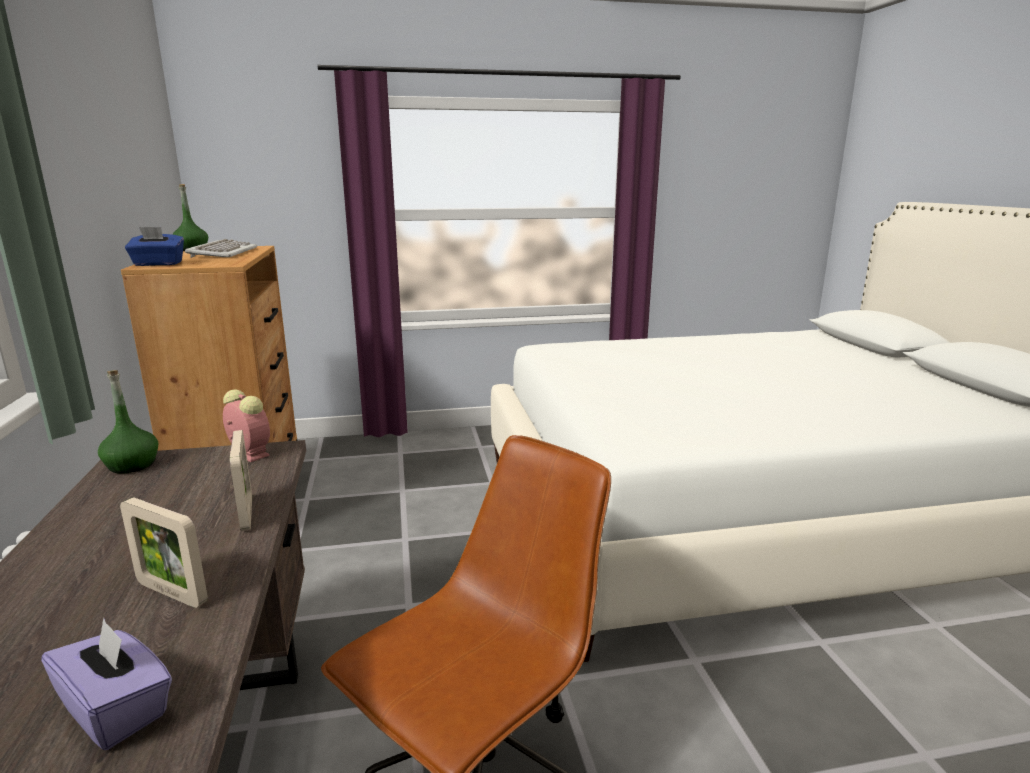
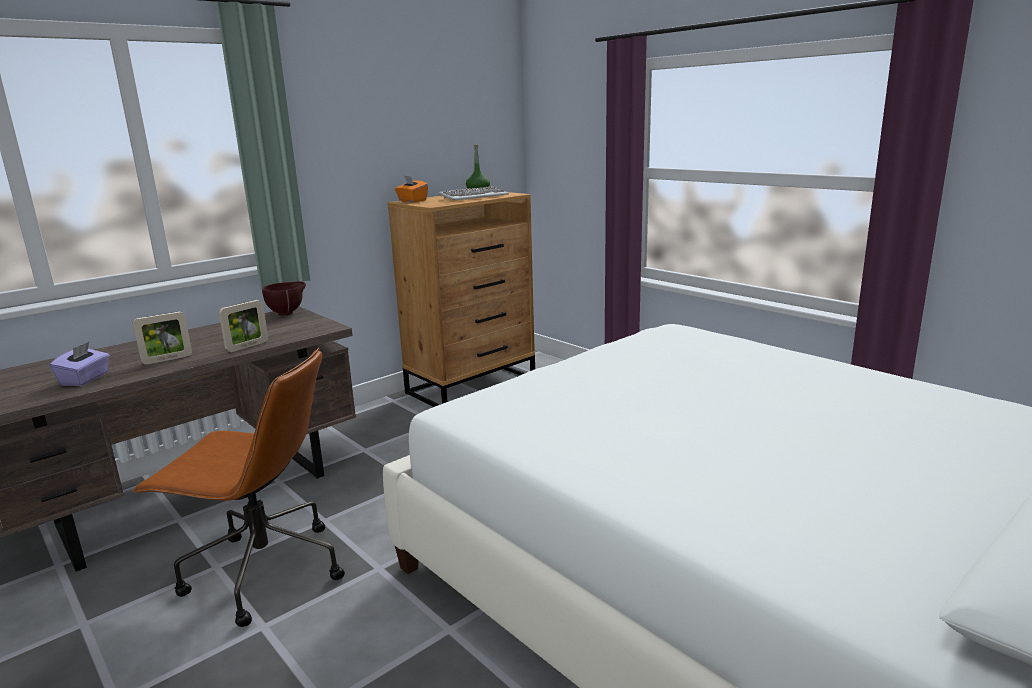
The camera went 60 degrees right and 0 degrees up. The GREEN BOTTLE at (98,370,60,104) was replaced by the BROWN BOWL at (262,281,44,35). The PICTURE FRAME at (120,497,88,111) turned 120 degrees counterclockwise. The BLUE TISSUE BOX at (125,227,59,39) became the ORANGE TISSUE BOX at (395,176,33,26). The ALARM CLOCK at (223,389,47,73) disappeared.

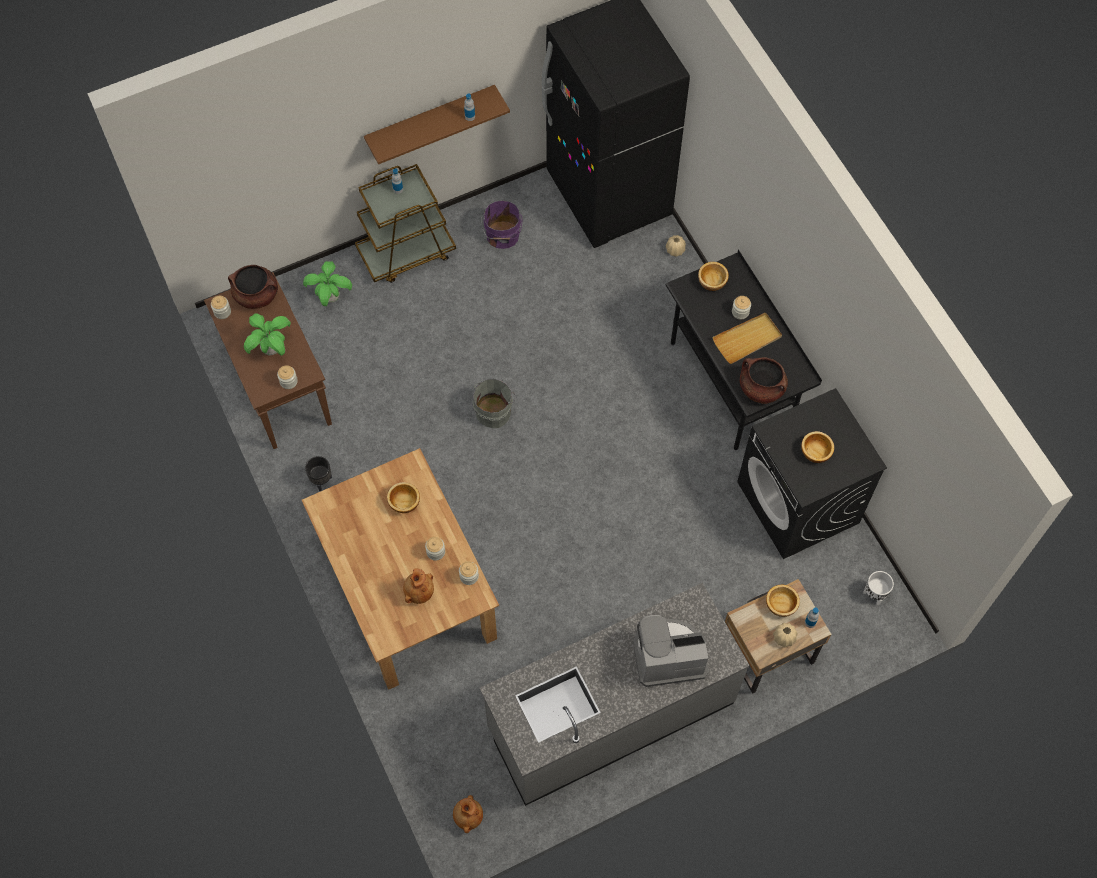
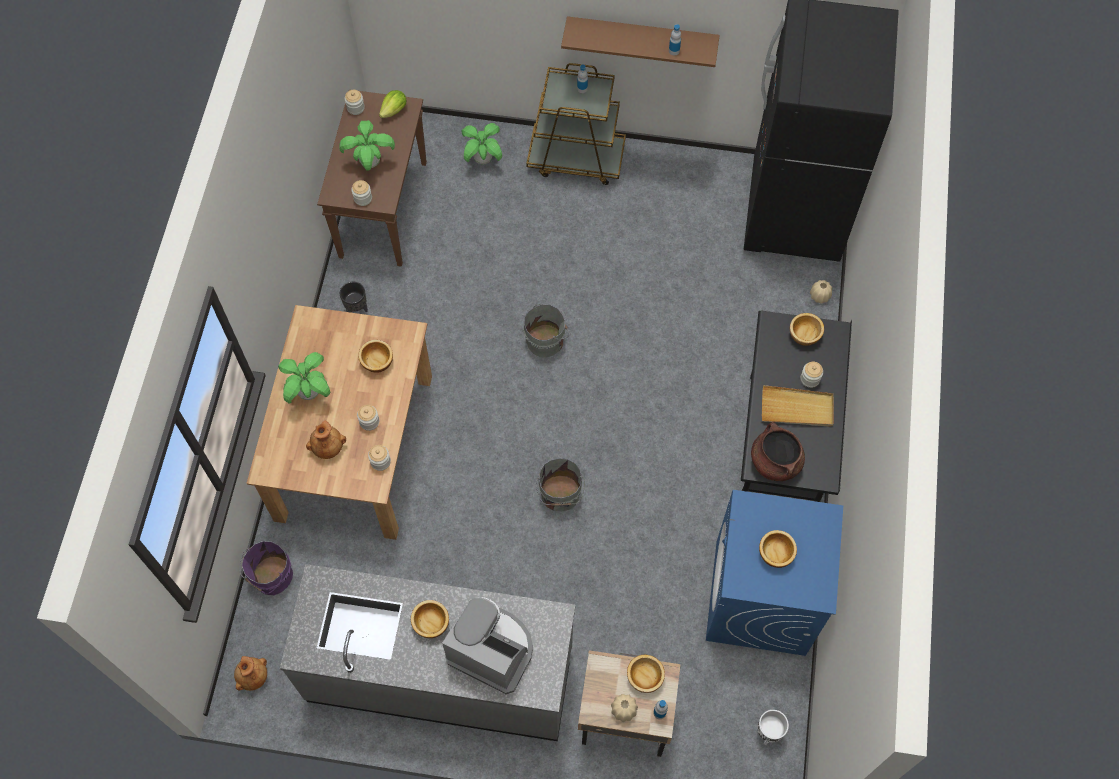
The camera went 35 degrees right and 0 degrees up. The BROWN COOKING POT at (228,265,50,44) was replaced by the LETTUCE at (379,90,28,28). The PURPLE BUCKET moved from (481,200,41,49) to (240,541,53,54). The BLACK WASHING MACHINE at (737,388,150,171) became the BLUE WASHING MACHINE at (706,490,137,166). The POTTED PLANT at (278,352,52,52) appeared. The BOWL at (411,600,38,38) appeared. The GREY BUCKET at (536,458,49,54) appeared.

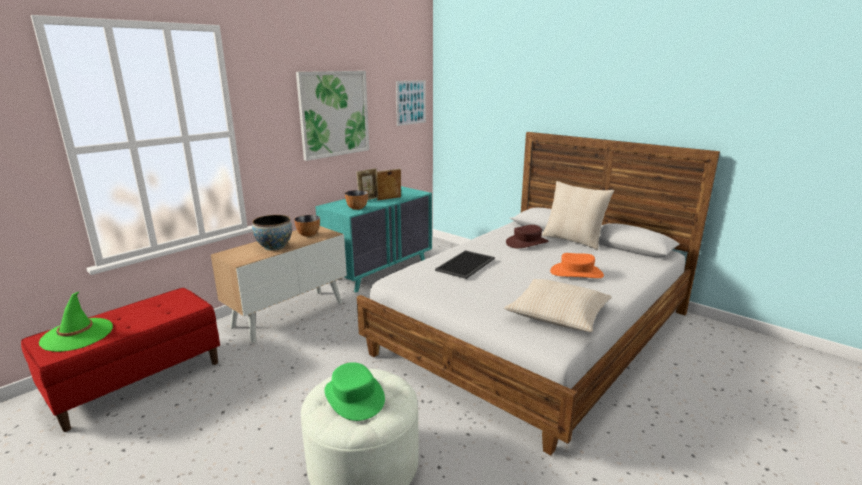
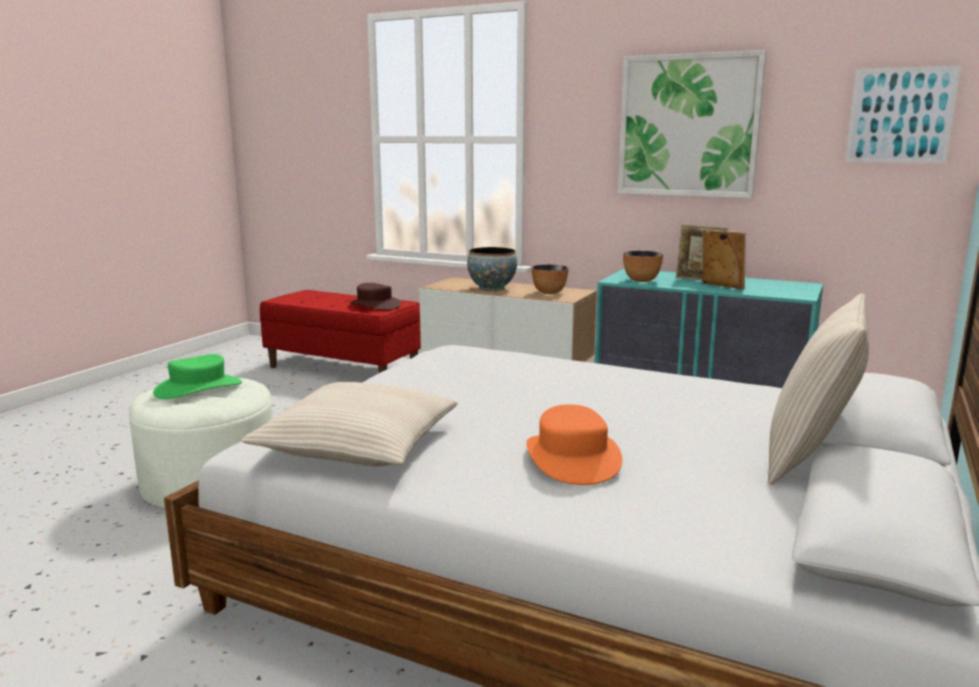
The camera went 75 degrees right and 5 degrees down. The GREEN HAT at (39,291,74,61) disappeared. The TRAY at (435,250,60,29) disappeared. The BROWN HAT moved from (506,225,42,23) to (350,283,51,27).

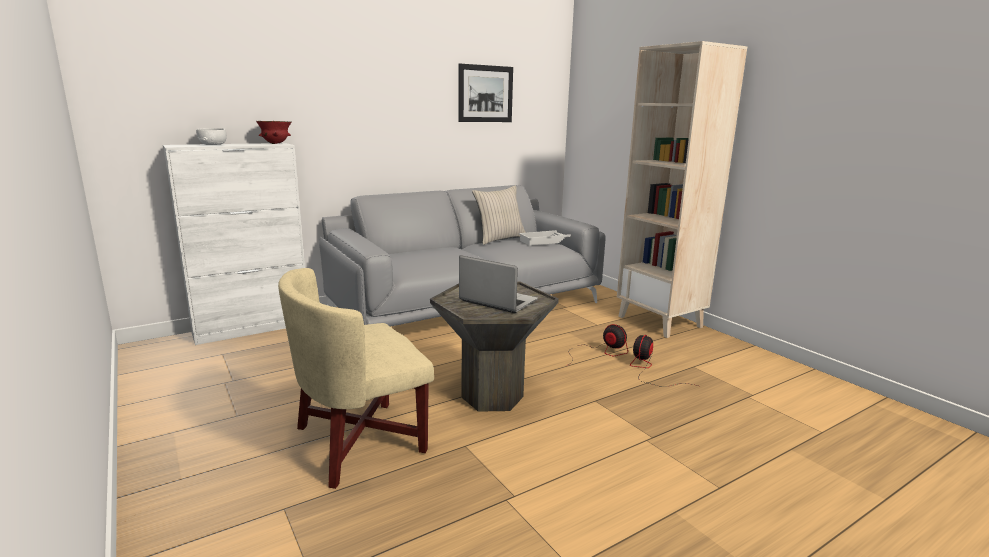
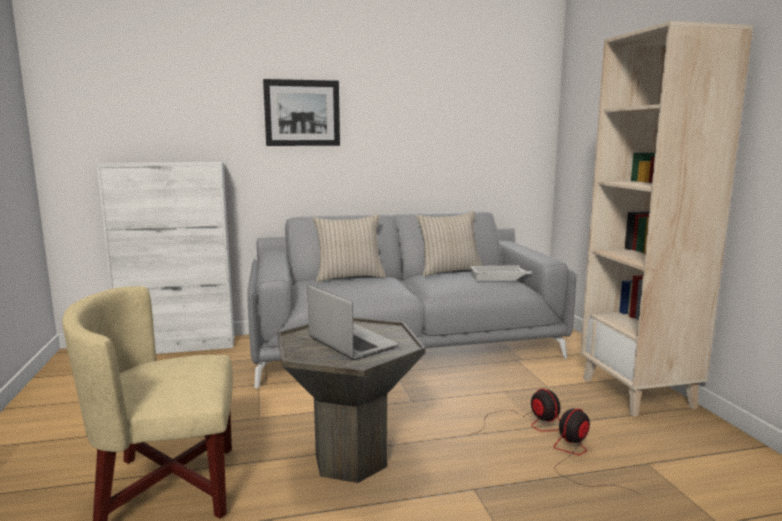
The camera went 20 degrees right and 5 degrees down. The WHITE BOWL at (196,128,31,17) disappeared. The RED BOWL at (256,121,36,23) disappeared. The PICTURE moved from (458,64,55,58) to (263,79,77,67). The BEIGE PILLOW at (313,214,73,68) appeared.

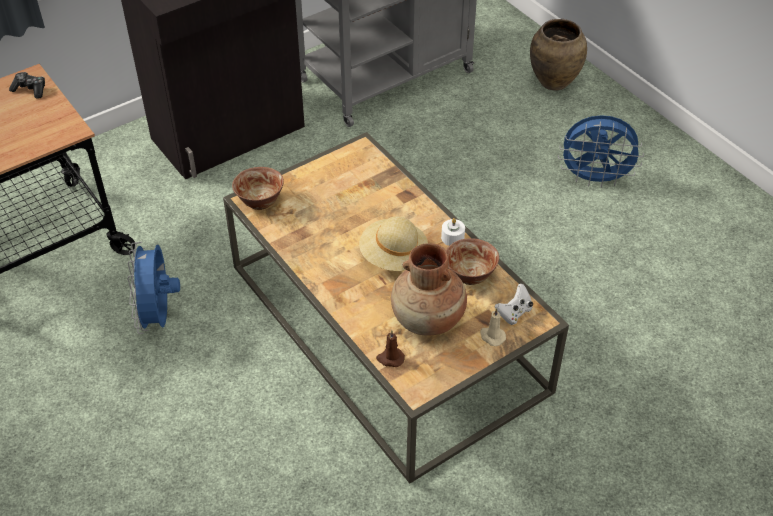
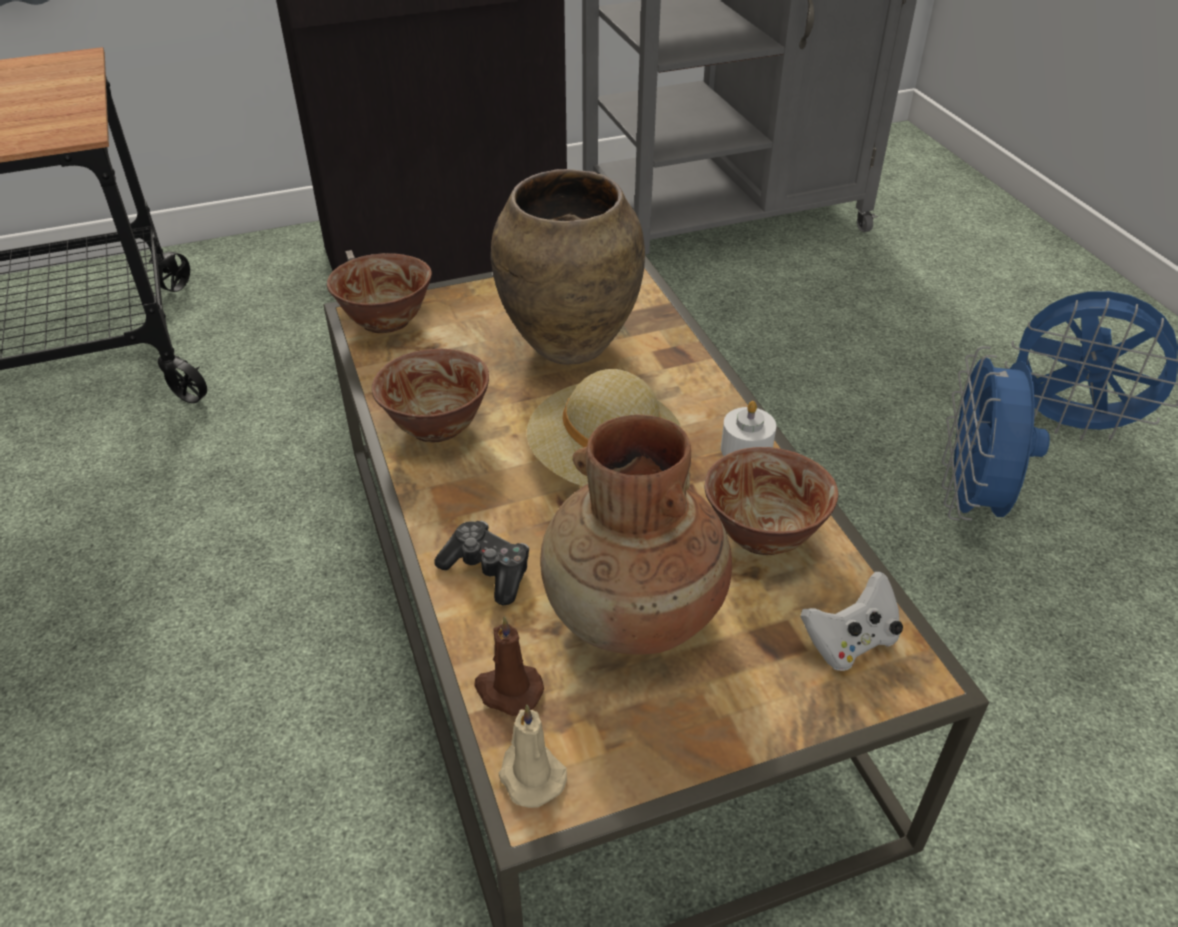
The camera went 15 degrees right and 5 degrees down. The GAME CONTROLLER moved from (9,72,36,27) to (435,520,94,86). The BLUE FAN moved from (127,242,53,92) to (942,346,108,175). The BEIGE CANDLE moved from (480,308,26,38) to (498,704,69,104). The BROWN VASE moved from (530,19,57,72) to (491,169,154,196). The BOWL at (372,349,117,94) appeared.

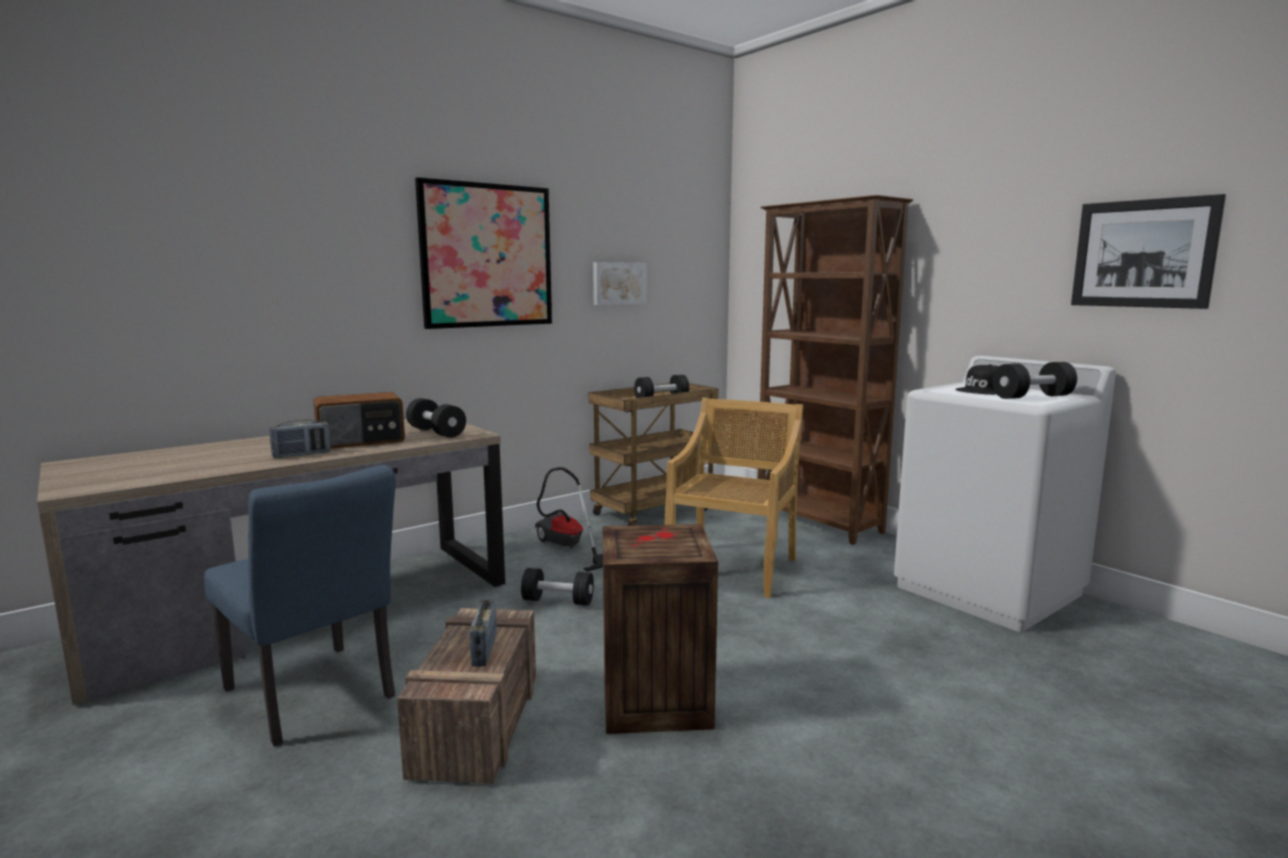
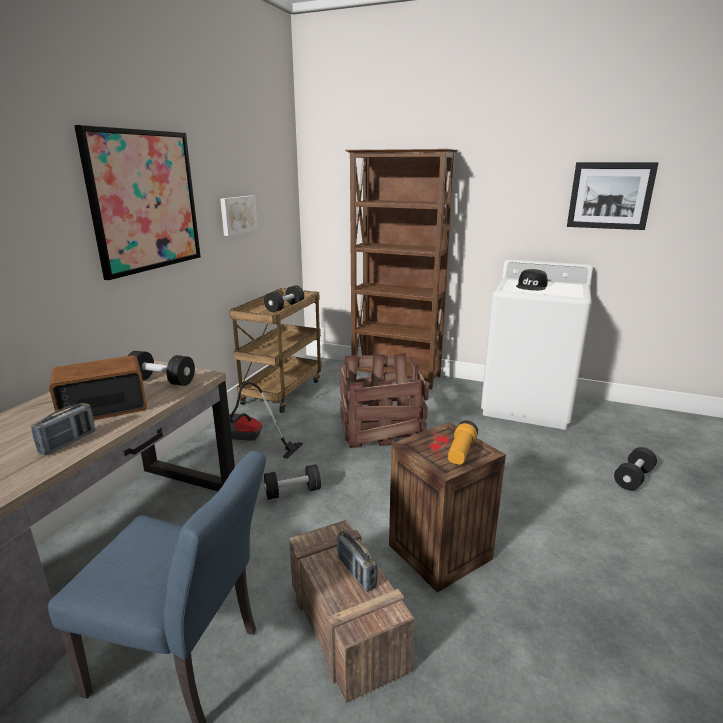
The camera went 30 degrees left and 10 degrees up. The RADIO at (313,392,92,57) turned 150 degrees counterclockwise. The BEIGE CHAIR at (665,398,138,200) was replaced by the CRATE at (340,353,89,95). The BLACK DUMBBELL moved from (993,362,84,37) to (614,447,43,43). The FLASHLIGHT at (448,420,30,45) appeared.

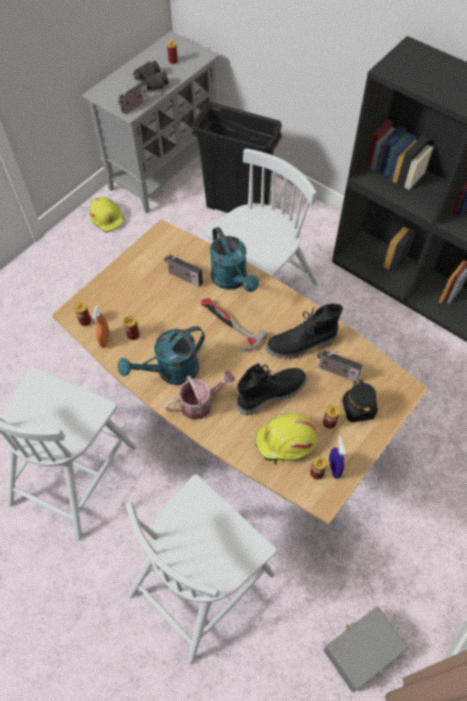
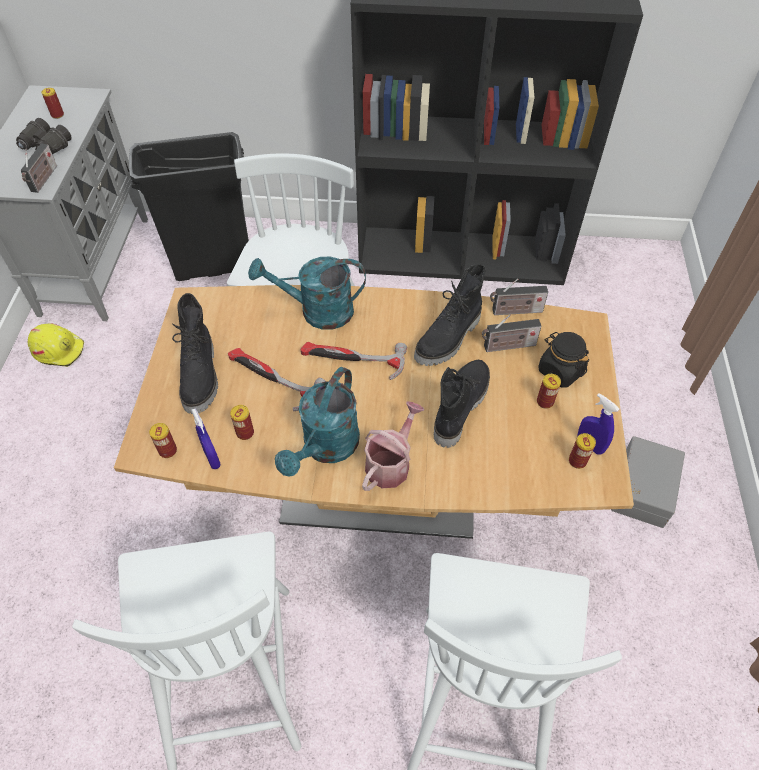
The camera went 35 degrees left and 5 degrees down. The ORANGE SPRAY BOTTLE at (92,305,18,43) became the BLUE SPRAY BOTTLE at (191,408,30,61). The RADIO moved from (165,254,38,33) to (490,278,58,37). The TURQUOISE WATERING CAN at (210,227,49,65) turned 150 degrees clockwise. The YELLOW HARD HAT at (255,413,63,52) disappeared. The GREY STORAGE BOX moved from (324,607,85,85) to (611,436,74,92). The BLACK BOOT at (172,293,46,121) appeared. The HAMMER at (228,348,97,63) appeared.

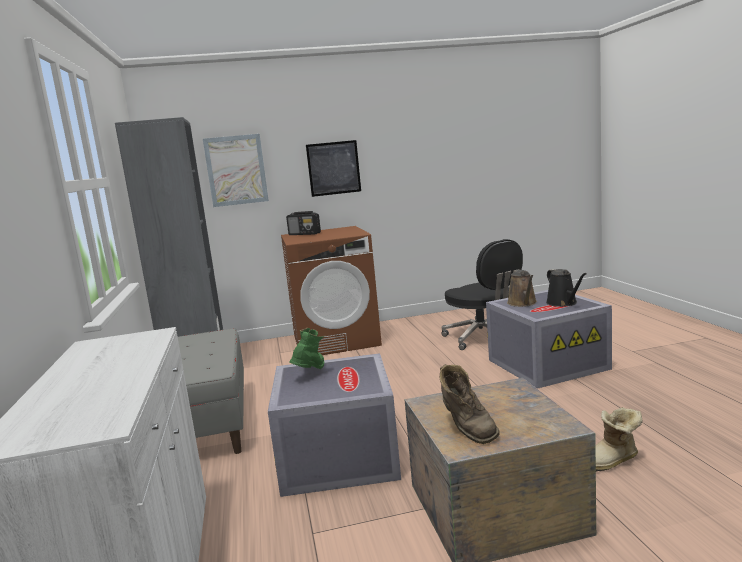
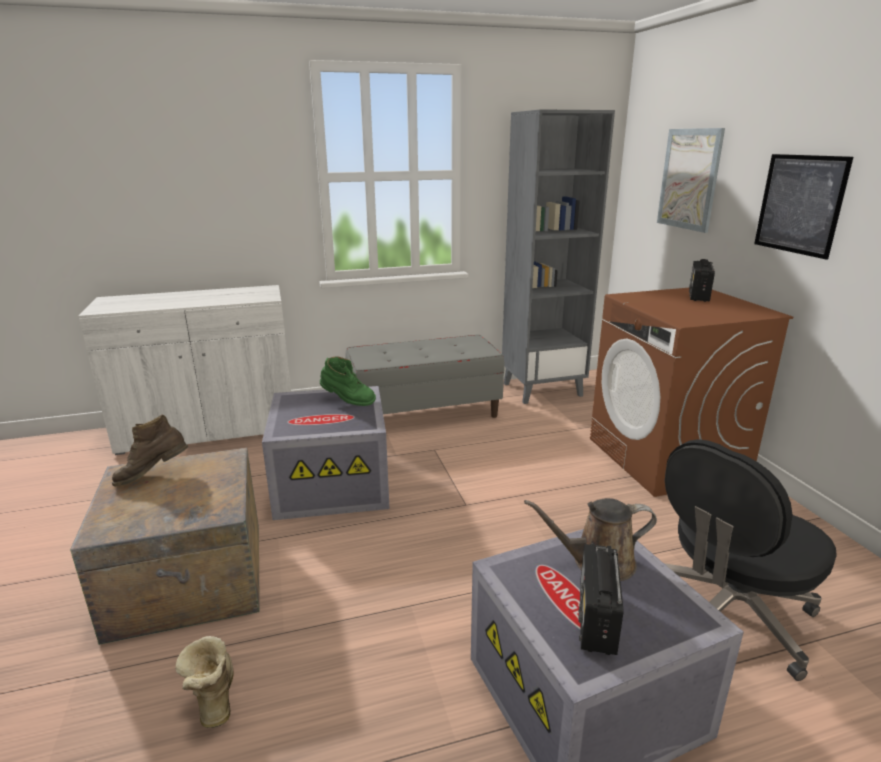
The camera went 85 degrees right and 10 degrees up. The BLACK WATERING CAN at (546,269,41,38) was replaced by the RADIO at (578,544,45,111).

